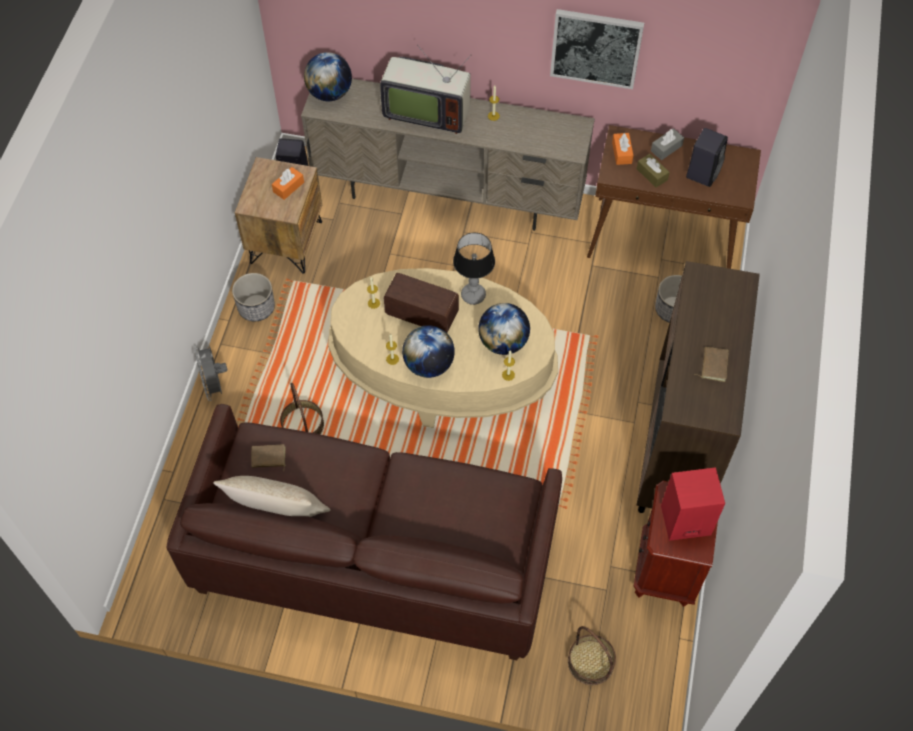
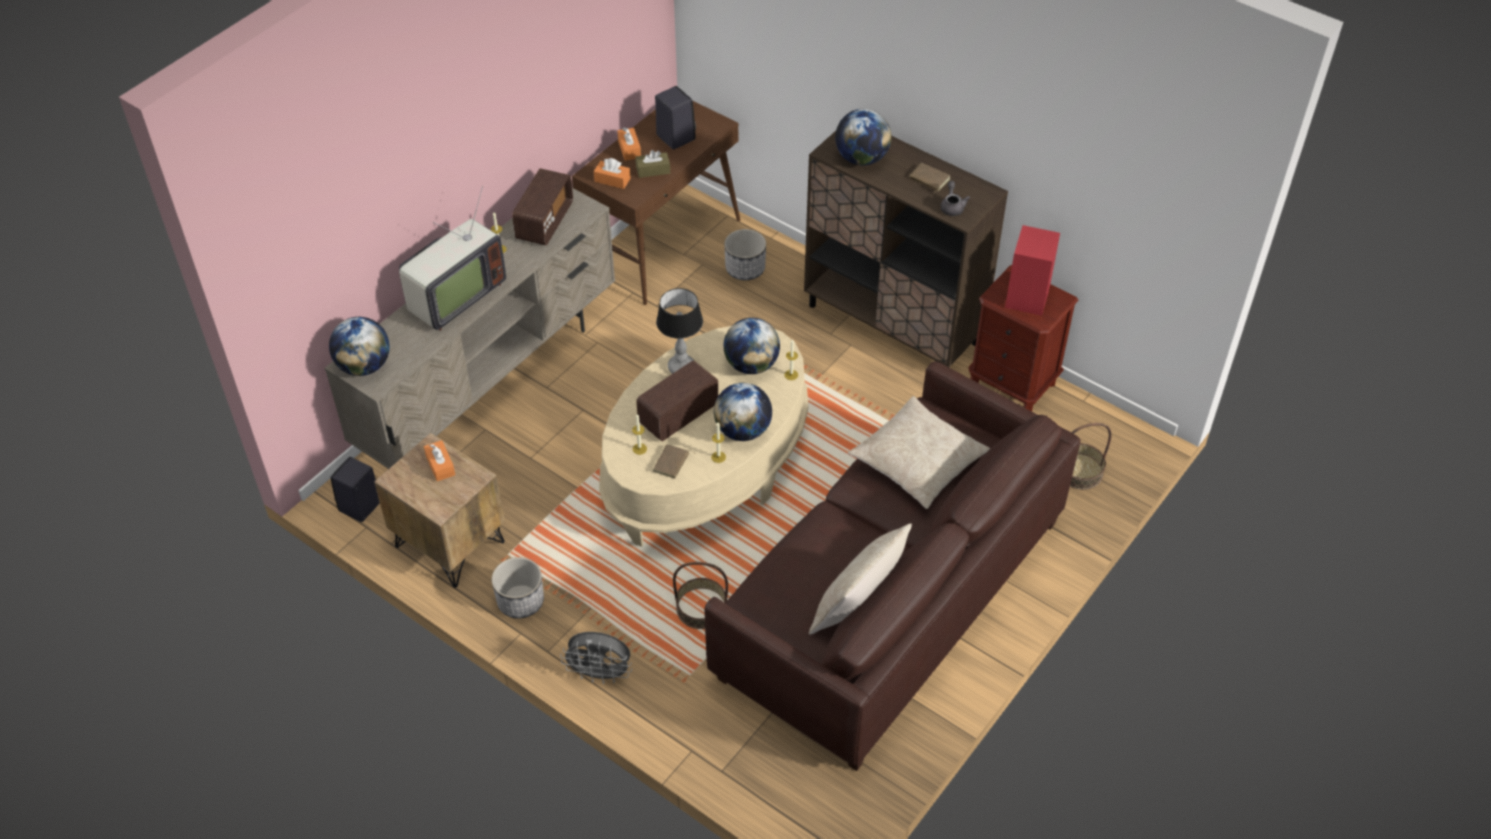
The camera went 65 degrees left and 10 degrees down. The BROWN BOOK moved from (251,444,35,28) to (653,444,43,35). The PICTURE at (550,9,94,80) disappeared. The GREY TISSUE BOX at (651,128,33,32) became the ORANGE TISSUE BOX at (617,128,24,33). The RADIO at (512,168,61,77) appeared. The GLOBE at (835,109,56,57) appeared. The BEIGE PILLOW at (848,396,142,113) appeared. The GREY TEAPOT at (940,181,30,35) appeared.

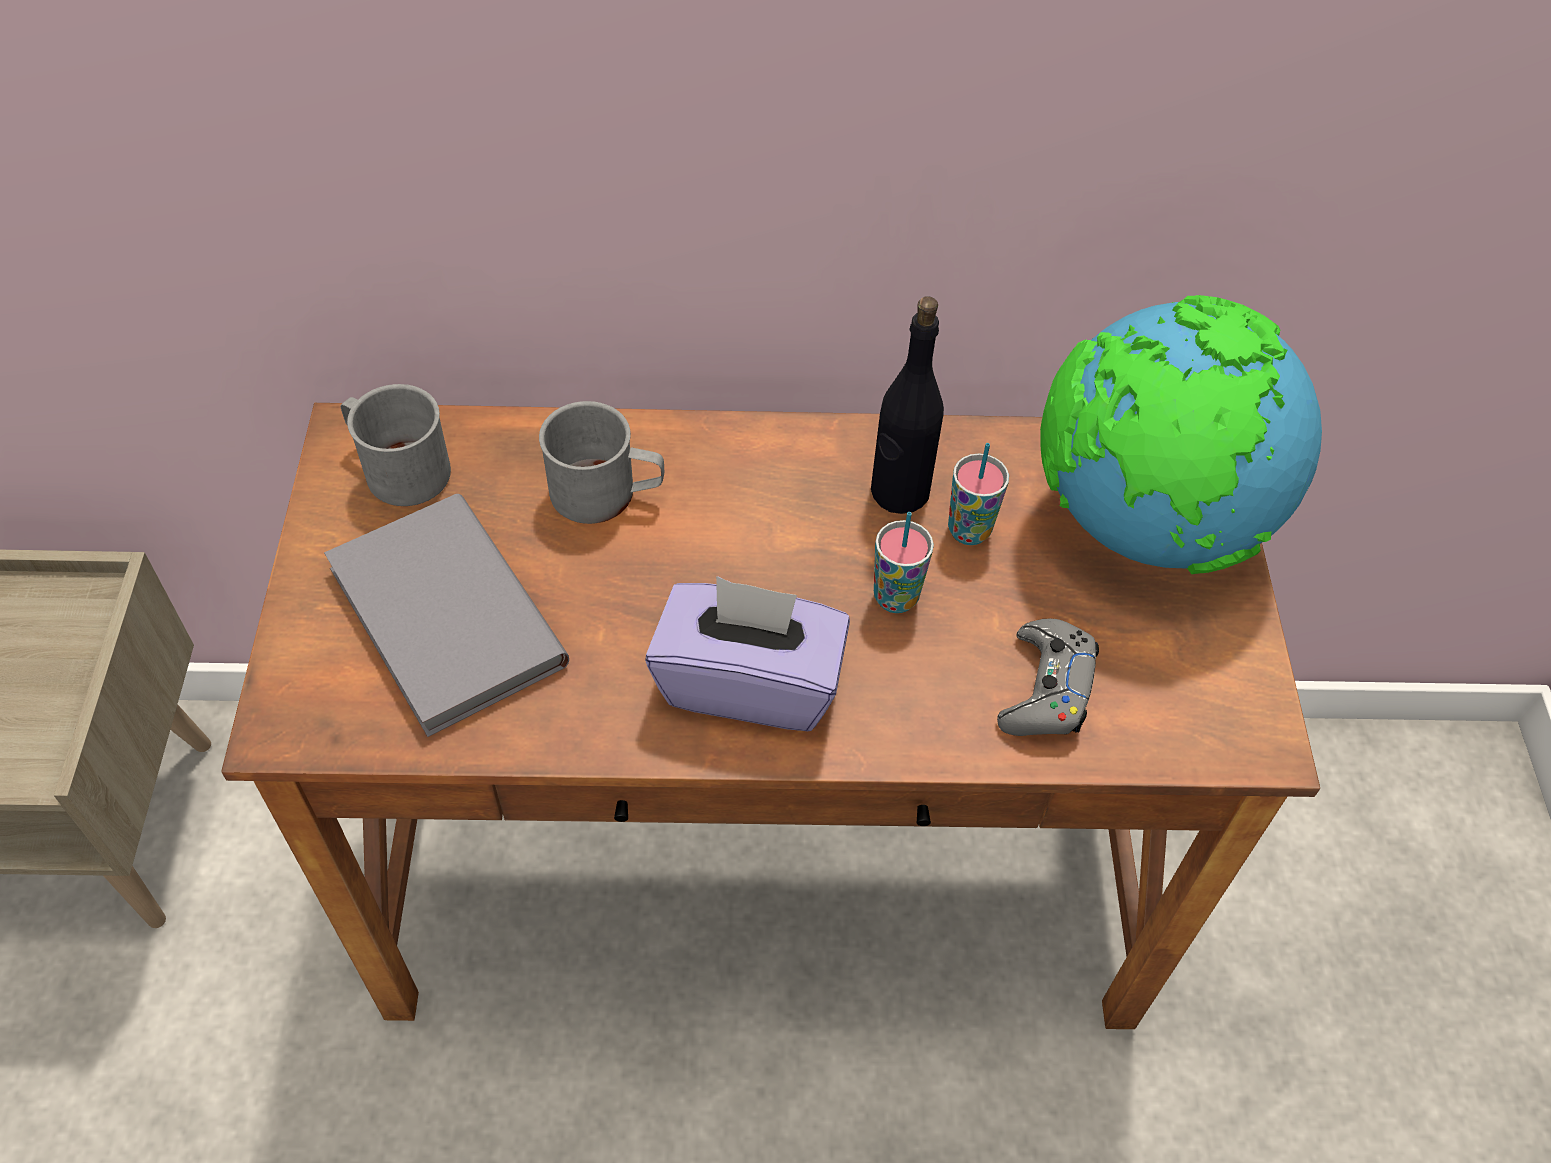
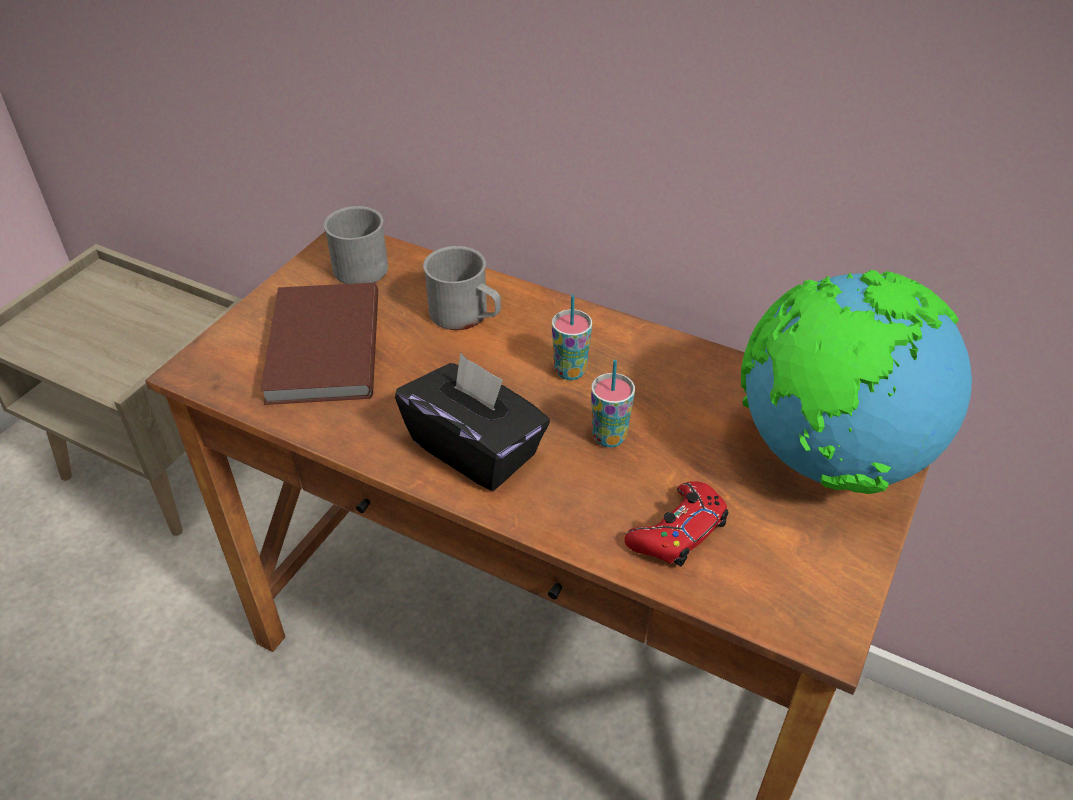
The camera went 30 degrees right and 10 degrees down. The GREY BOOK at (324,494,245,243) became the BROWN BOOK at (260,283,118,122). The PURPLE TISSUE BOX at (645,576,205,155) became the BLACK TISSUE BOX at (395,352,155,139). The BLACK BOTTLE at (871,296,73,218) disappeared. The CUP moved from (948,443,61,102) to (552,295,40,85). The GREY GAME CONTROLLER at (997,619,102,117) became the RED GAME CONTROLLER at (624,481,104,86).

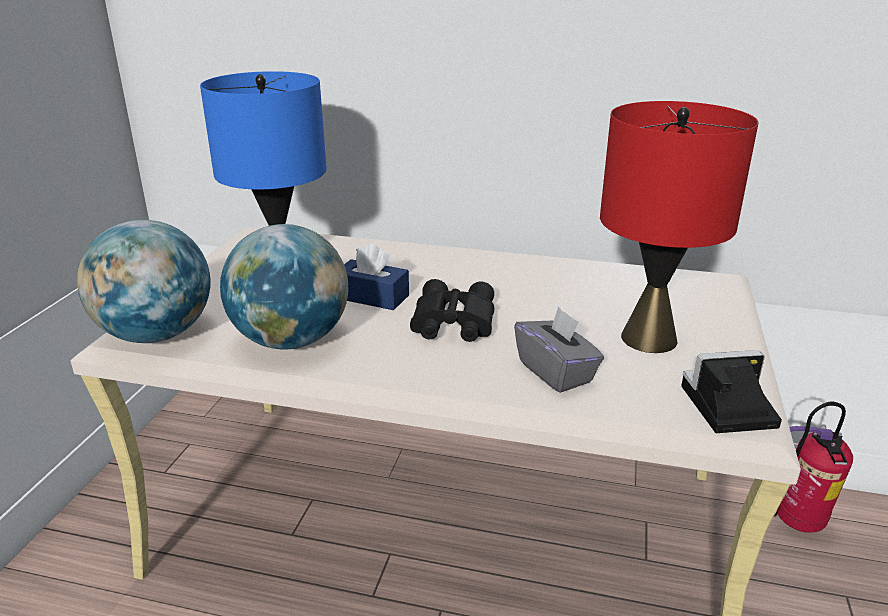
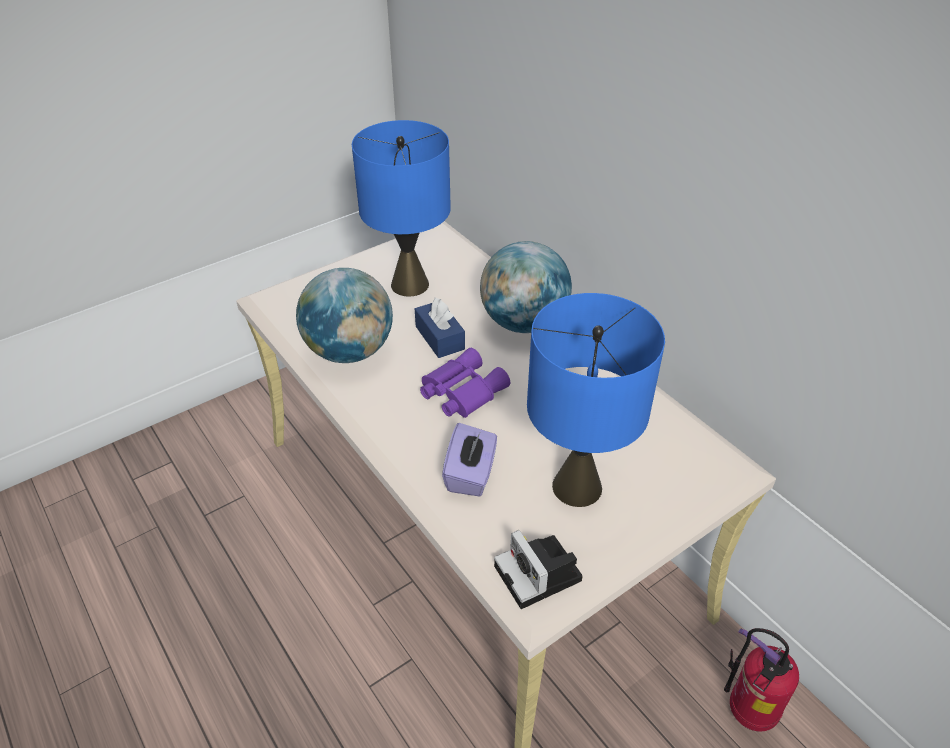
The camera went 40 degrees right and 15 degrees up. The GLOBE moved from (77,220,134,123) to (480,241,92,92). The BLACK BINOCULARS at (410,279,84,63) became the PURPLE BINOCULARS at (420,348,90,70). The GREY TISSUE BOX at (514,306,90,87) became the PURPLE TISSUE BOX at (442,423,55,74). The RED TABLE LAMP at (600,101,158,252) became the BLUE TABLE LAMP at (527,293,138,214). The PHOTO CAMERA at (681,350,101,83) turned 150 degrees counterclockwise.

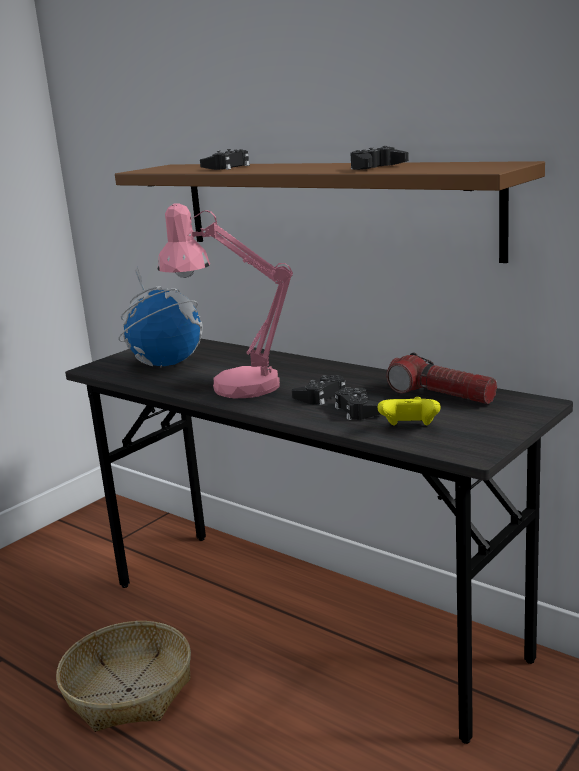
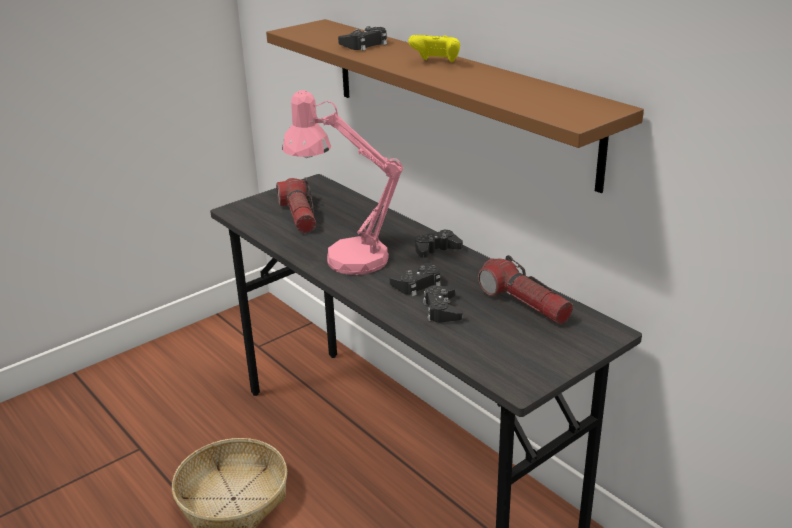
The camera went 10 degrees right and 10 degrees up. The GLOBE at (118,267,85,100) was replaced by the FLASHLIGHT at (276,178,40,55). The BLACK GAME CONTROLLER moved from (351,146,58,24) to (415,229,48,29). The YELLOW GAME CONTROLLER moved from (377,397,63,28) to (408,35,52,27).

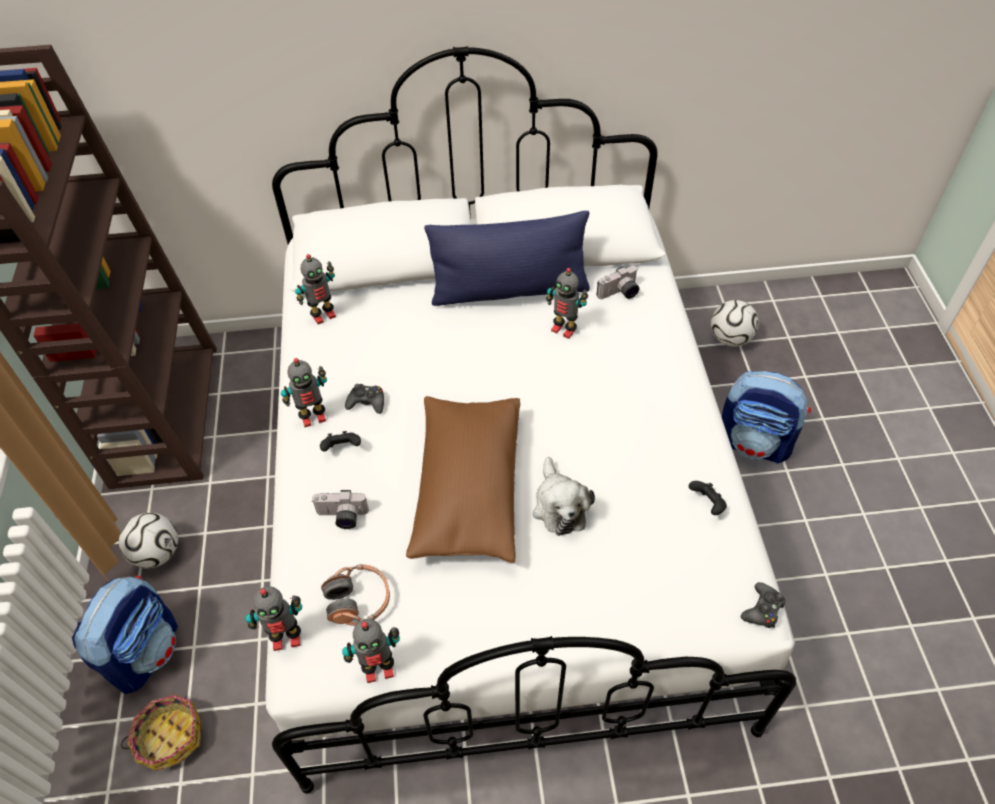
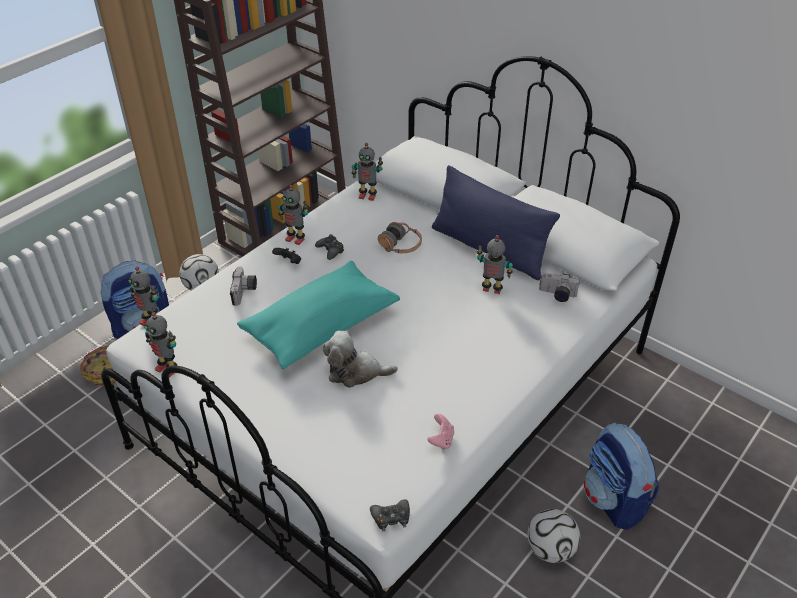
The camera went 45 degrees right and 10 degrees down. The PHOTO CAMERA at (312,490,57,39) turned 135 degrees counterclockwise. The HEADPHONES moved from (321,564,69,62) to (378,222,44,31). The BROWN PILLOW at (406,396,114,167) became the TURQUOISE PILLOW at (237,261,163,108). The PLUSH TOY at (533,457,62,79) turned 60 degrees clockwise. The TOY ROBOT at (546,268,42,71) turned 120 degrees clockwise. The BLACK GAME CONTROLLER at (689,481,38,34) became the PINK GAME CONTROLLER at (427,414,27,36). The FOOTBALL moved from (711,300,48,47) to (527,509,53,54).

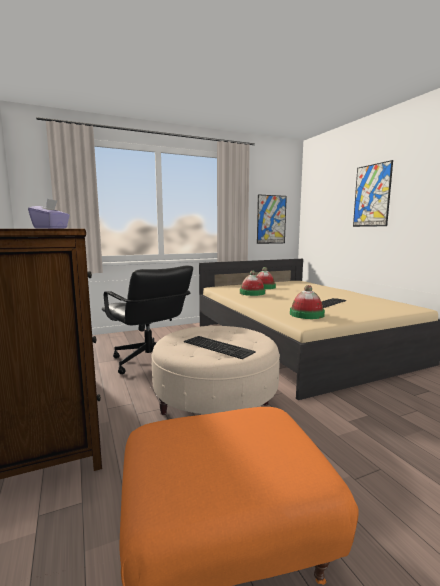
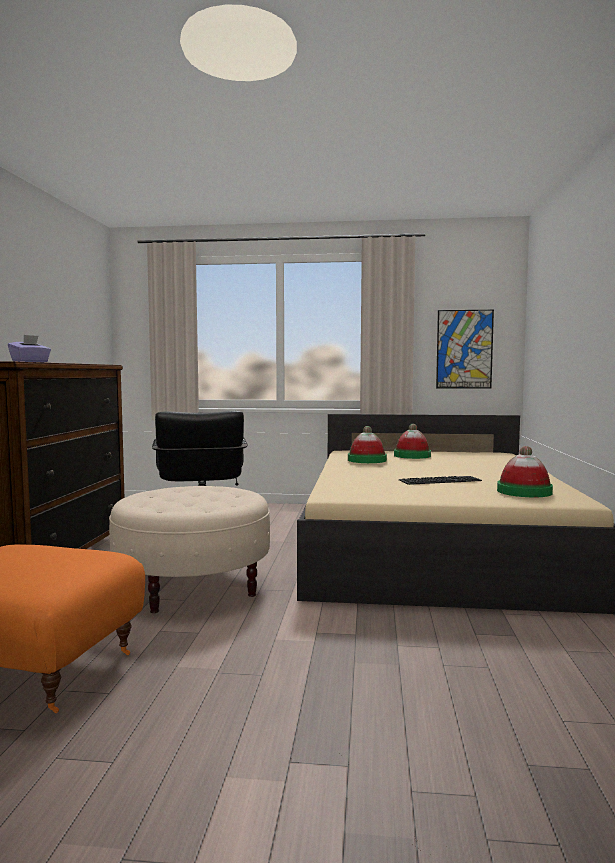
The camera went 30 degrees right and 5 degrees down. The KEYBOARD at (184,336,72,23) disappeared. The HAT moved from (290,285,35,34) to (497,446,56,51). The PICTURE at (353,160,40,67) disappeared.

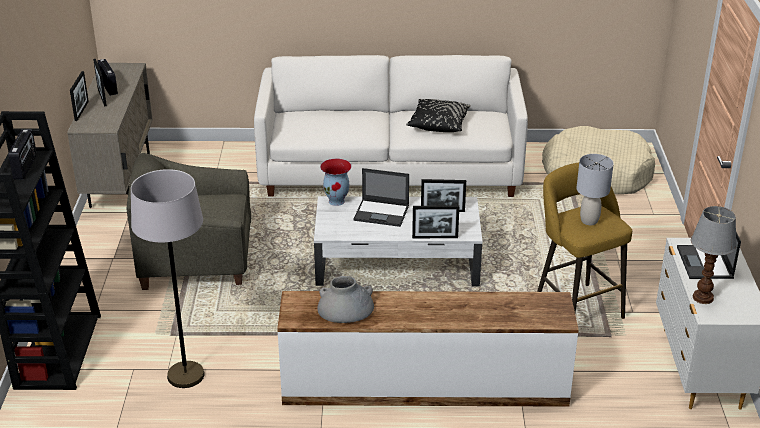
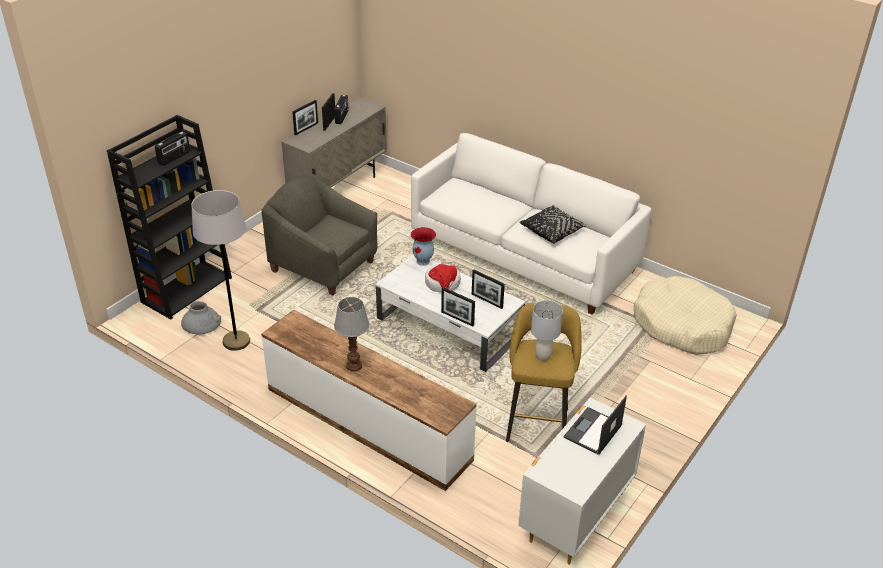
The camera went 35 degrees right and 5 degrees up. The GREY VASE moved from (317,276,57,47) to (181,301,40,33). The LAPTOP at (353,168,56,59) was replaced by the HAT at (425,264,36,28). The TABLE LAMP moved from (691,206,46,98) to (334,297,36,75).

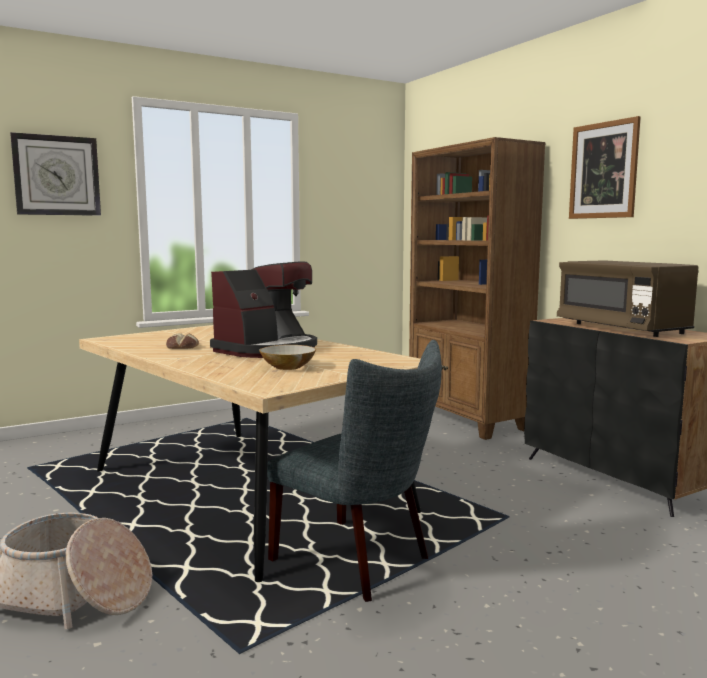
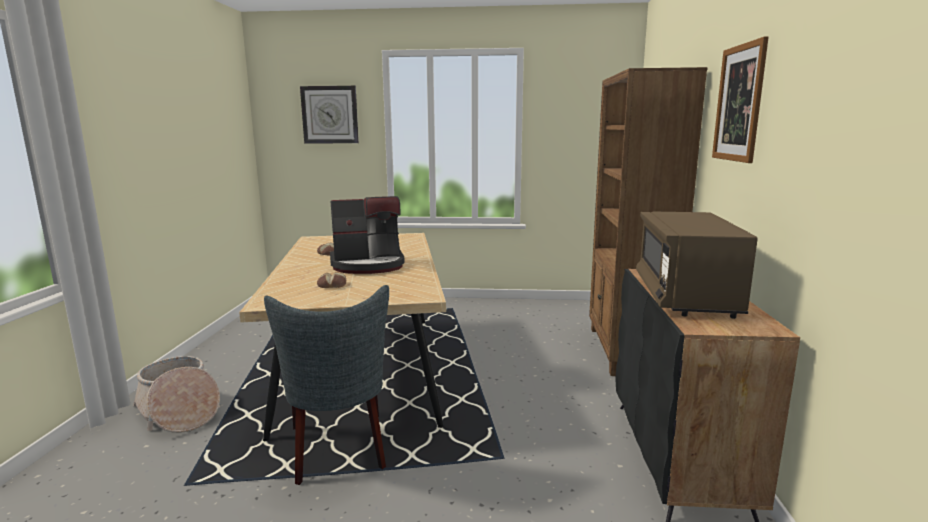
The camera went 35 degrees right and 5 degrees up. The BOWL at (259,345,57,25) was replaced by the BREAD at (317,272,29,16).

